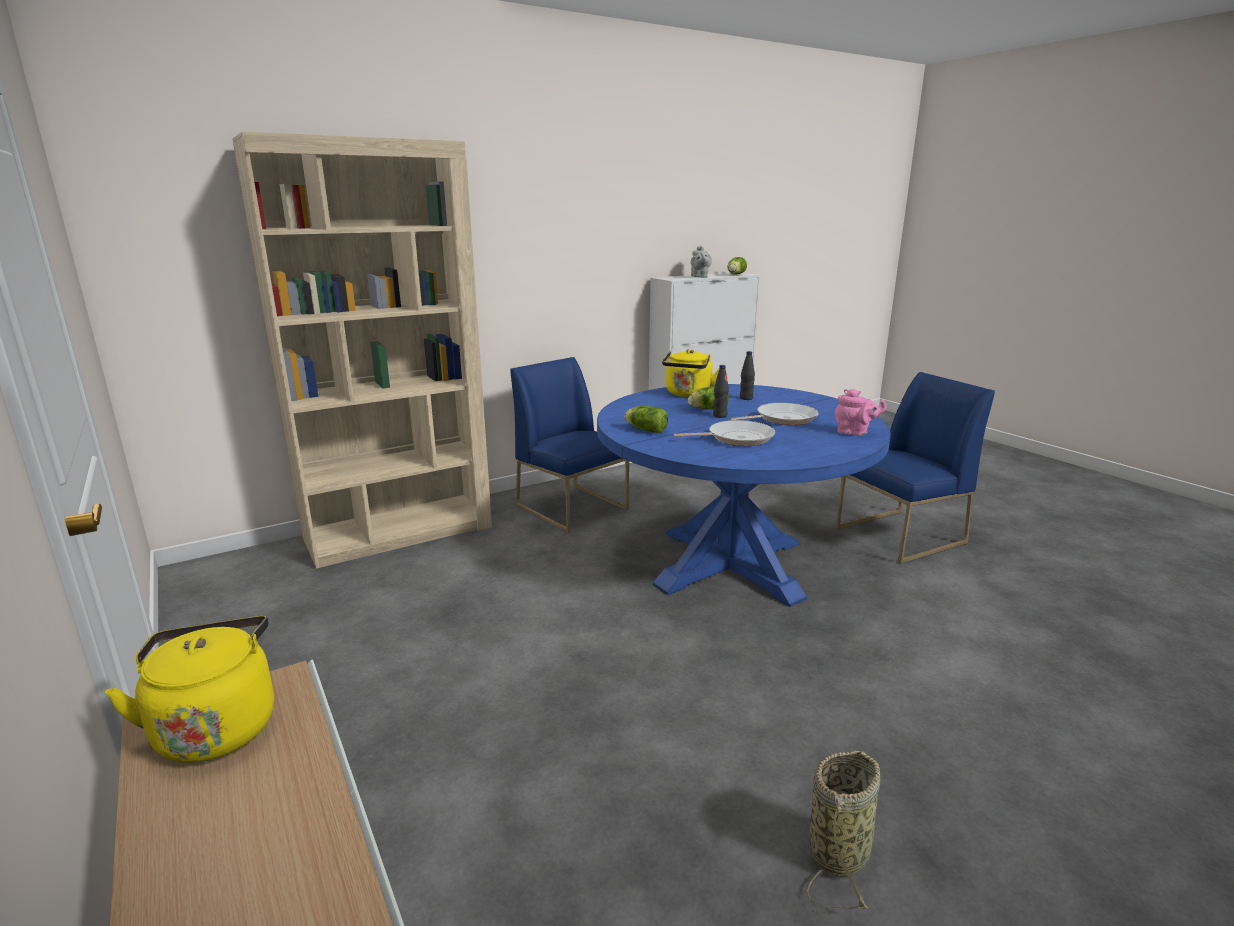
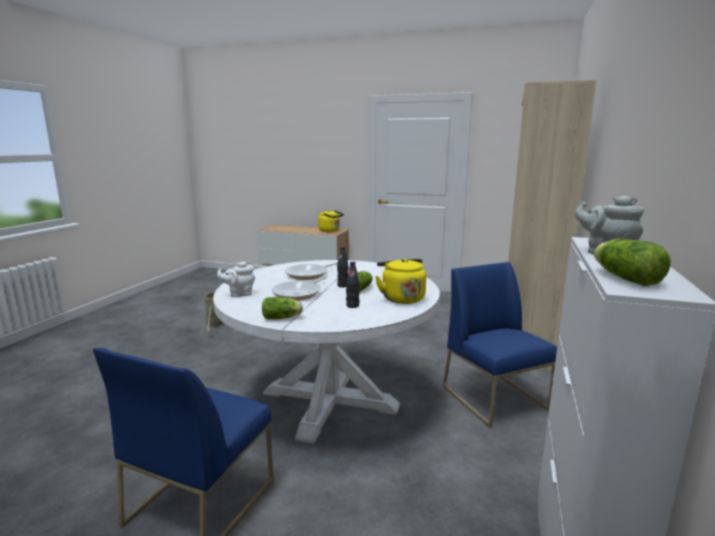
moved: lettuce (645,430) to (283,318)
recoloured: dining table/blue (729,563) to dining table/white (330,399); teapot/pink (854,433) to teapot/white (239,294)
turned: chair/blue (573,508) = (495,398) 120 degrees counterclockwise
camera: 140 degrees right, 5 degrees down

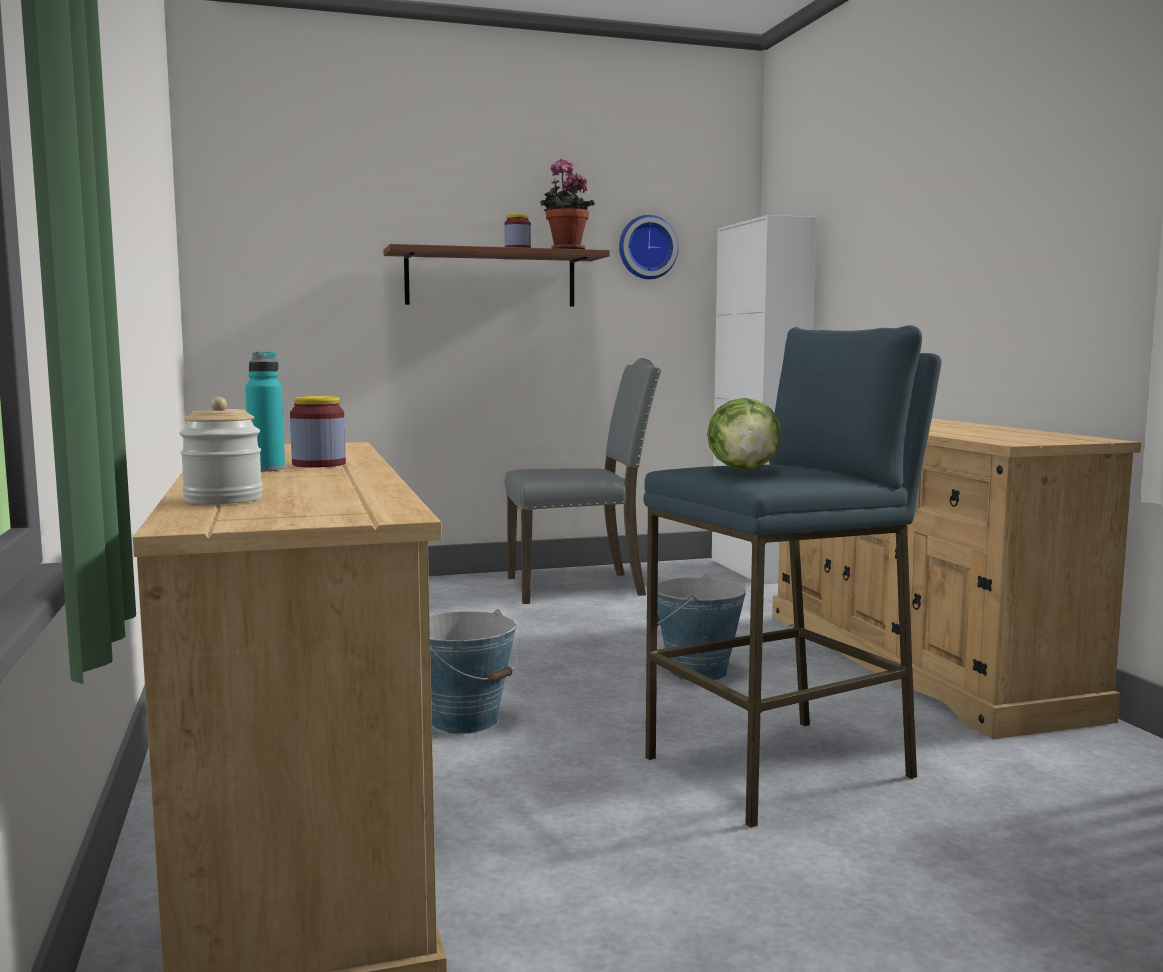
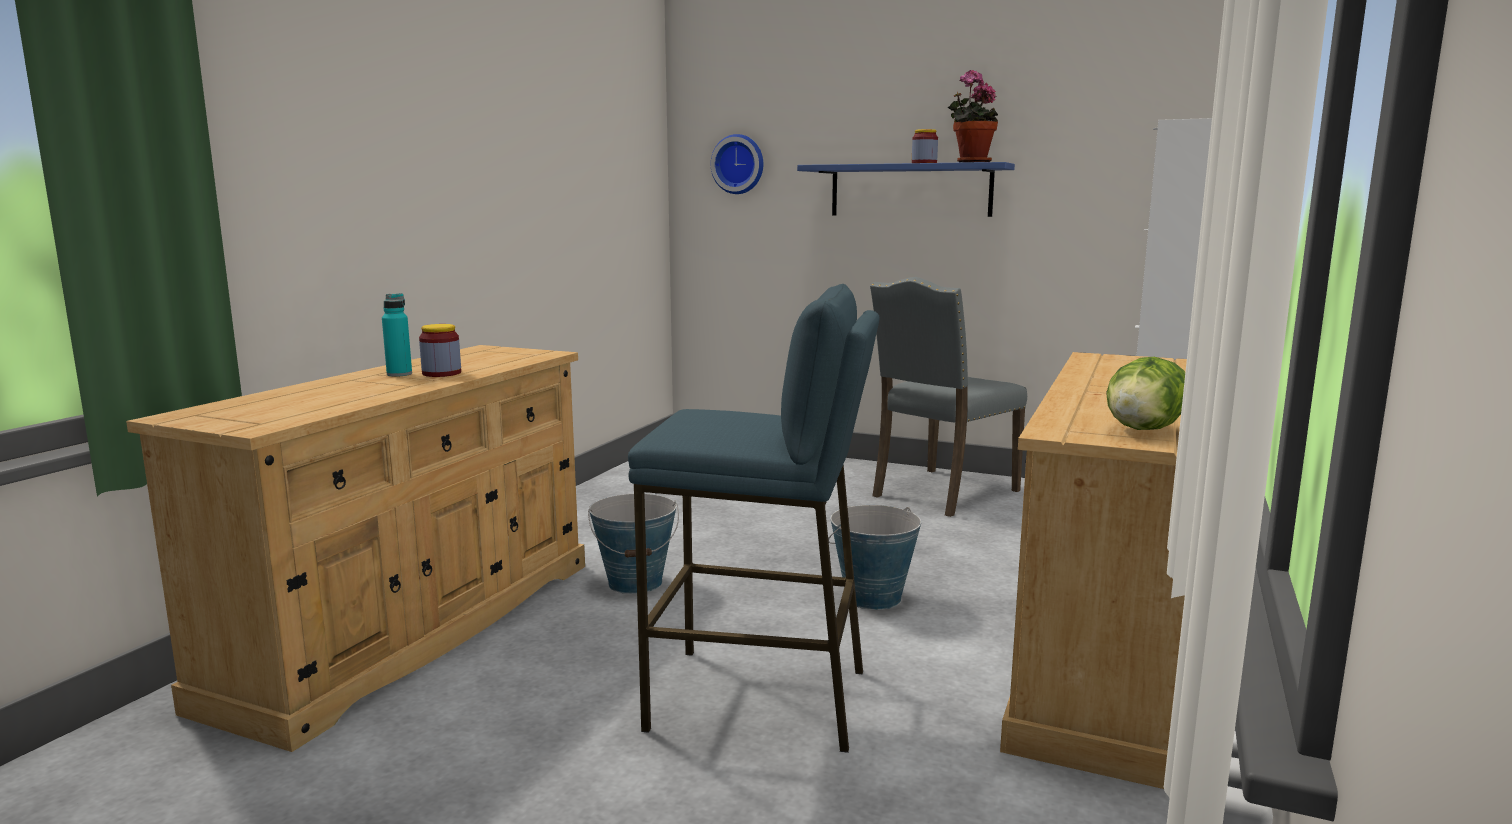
removed: jar (223,499)
moved: wall clock (646,247) to (739,164); lettuce (744,470) to (1143,429)
recoloured: shelf/brown (491,279) to shelf/blue (910,190)
turned: chair/grey (579,587) = (941,493) 105 degrees clockwise
camera: 40 degrees right, 5 degrees up

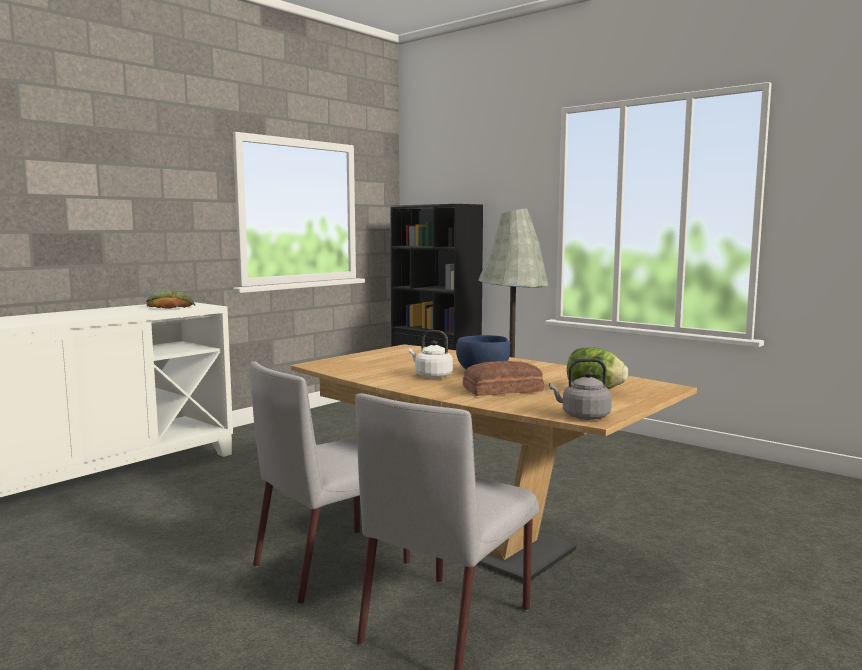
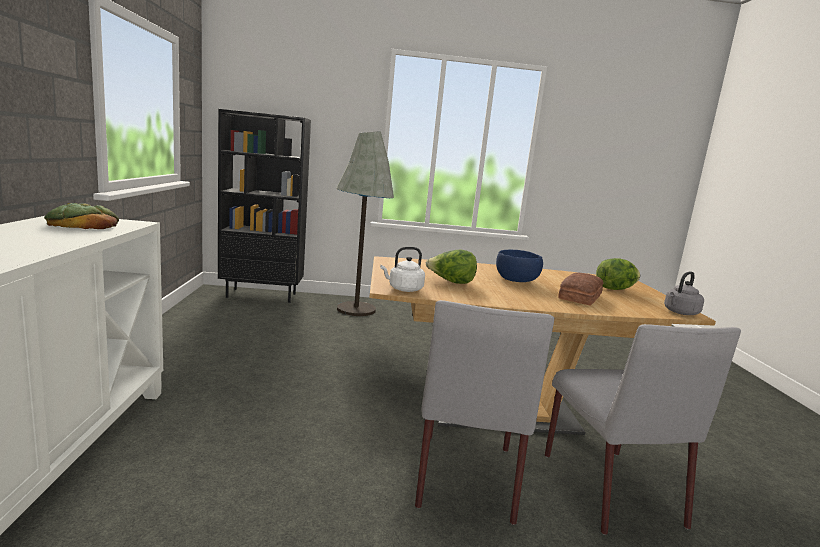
added: lettuce (451,282)
moved: kettle/white (431,376) to (403,289)
camera: 45 degrees left, 5 degrees up

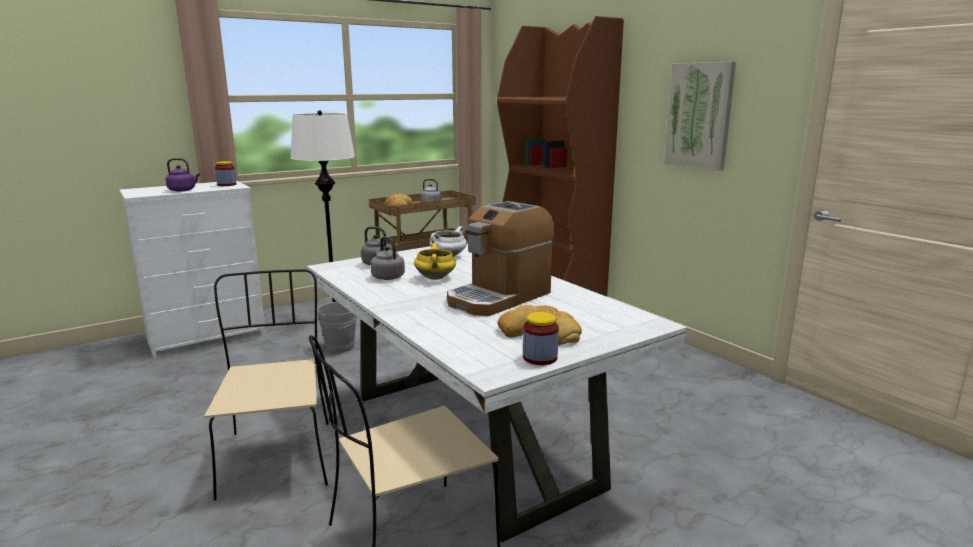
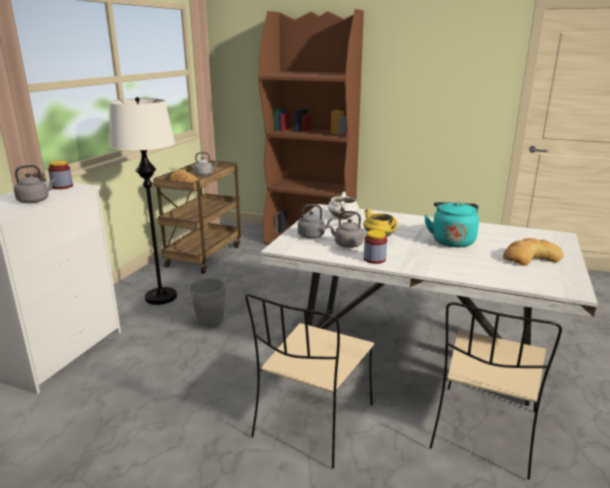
removed: picture (699,115)
moved: jar (540,358) to (374,259)
replaced: coffee machine (499,297) to kettle/turquoise (452,241)
recoloured: kettle/purple (183,190) to kettle/grey (35,200)
turned: chair/beige (277,456) = (312,422) 105 degrees counterclockwise
camera: 35 degrees left, 5 degrees up

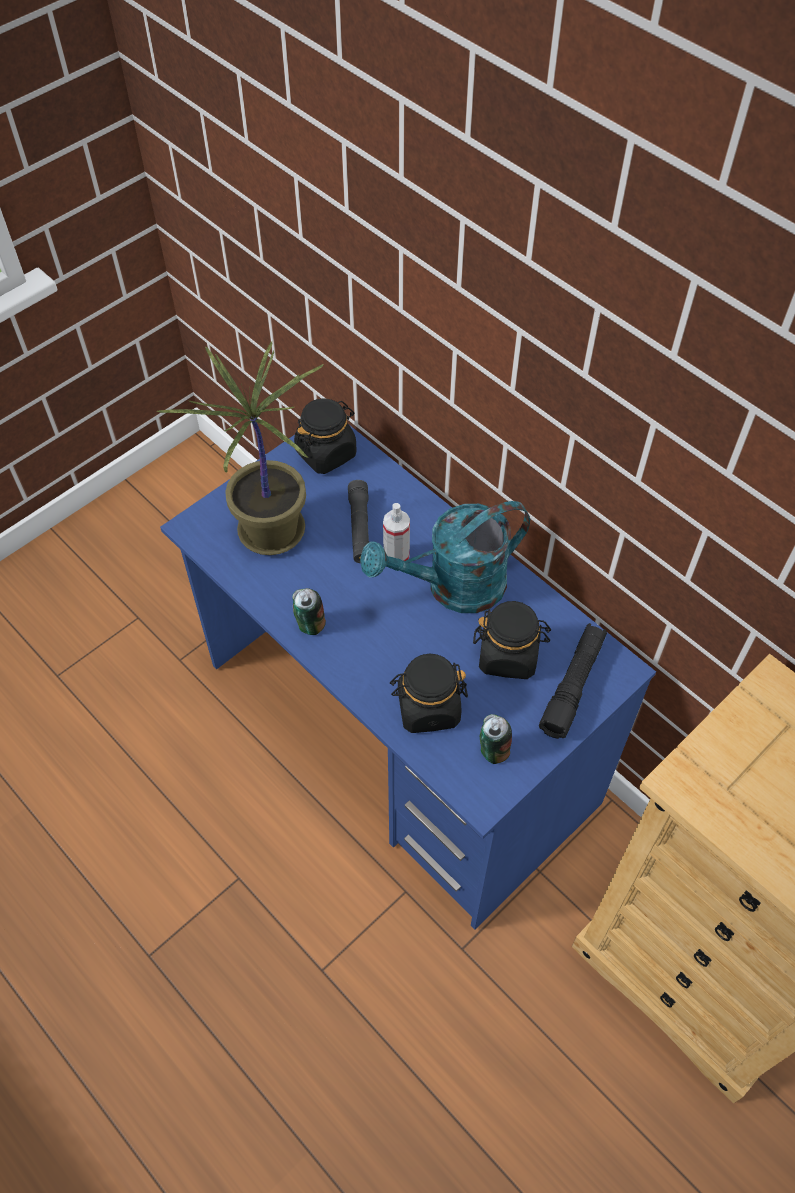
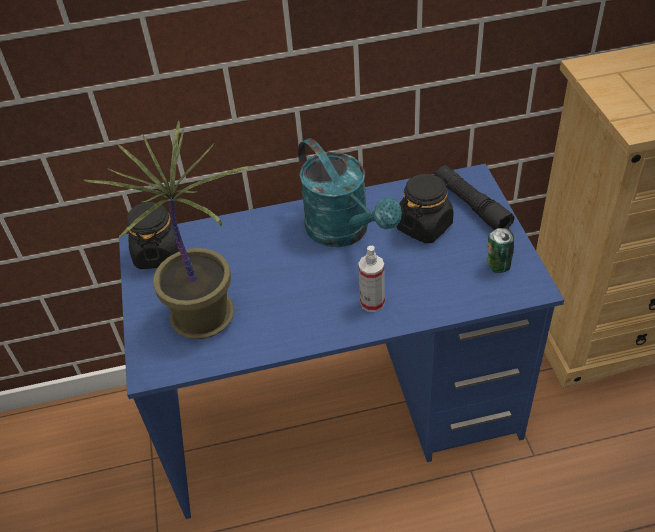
removed: can (309,625); flashlight/black (360,528); jar/black (428,708)
moved: spray bottle (396,557) to (372,302)
turned: watering can/turquoise (453,588) = (345,232) 45 degrees counterclockwise
camera: 55 degrees left, 10 degrees down

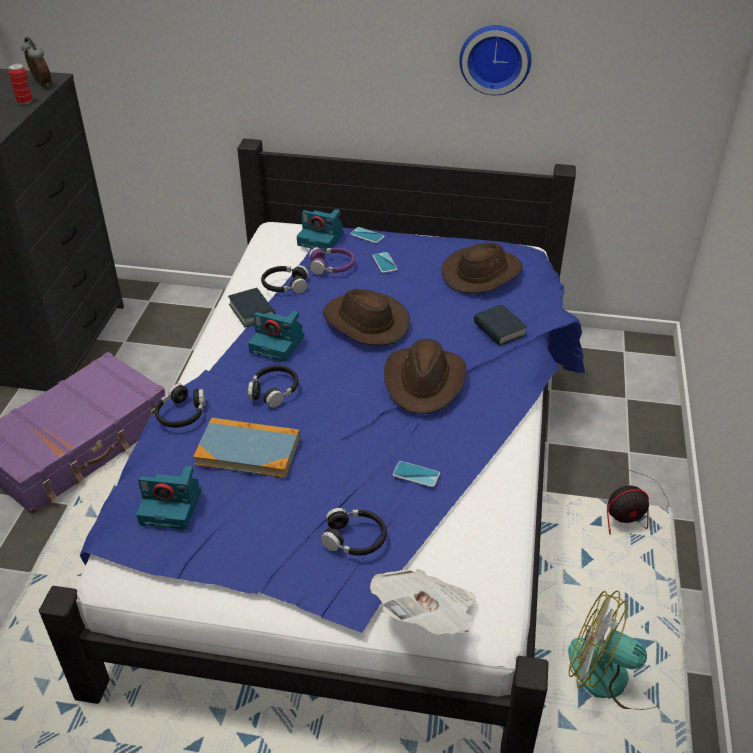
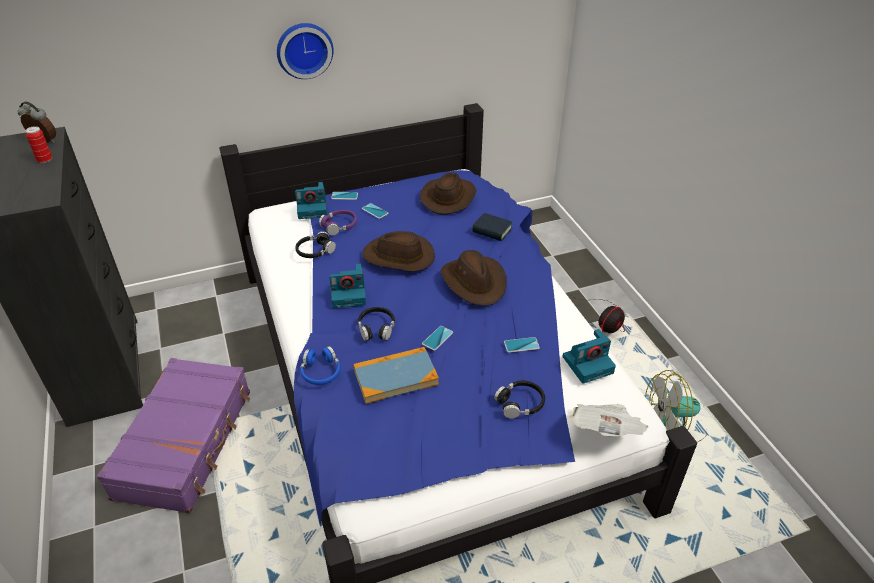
removed: book (252,311)
added: phone (437,338)
moved: photo camera (172,506) to (588,364); wall clock (495,58) to (304,49)
recoloured: headphones/black (181,414) to headphones/blue (321,371)
camera: 30 degrees left, 0 degrees up

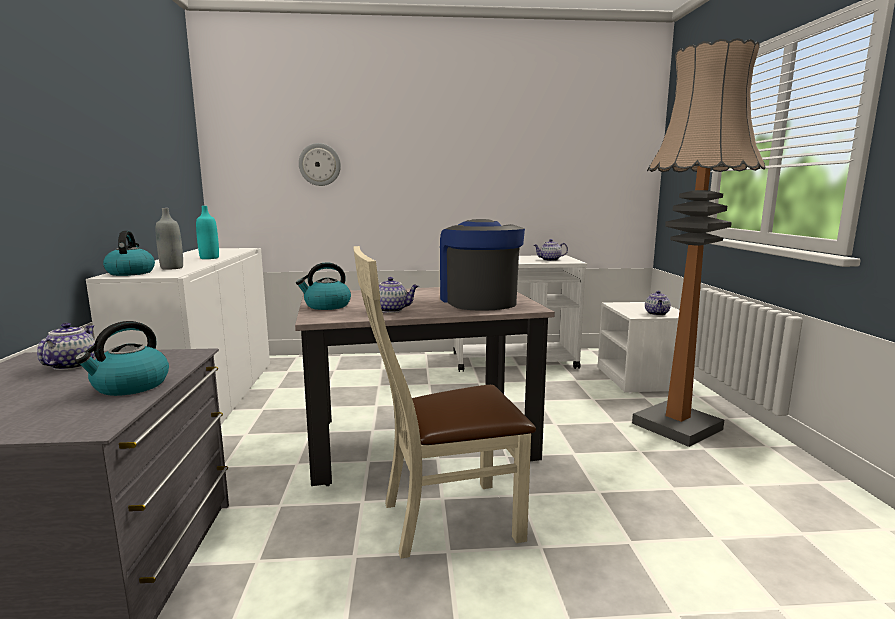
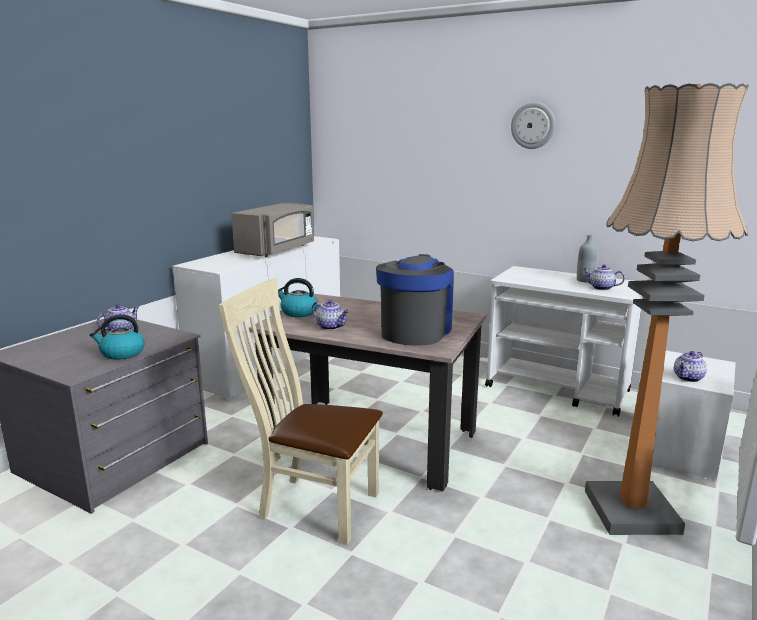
removed: kettle (131,273)
moved: bottle/grey (172,268) to (584,280); wall clock (320,164) to (533,125)
replaced: bottle/turquoise (209,258) to microwave/grey (277,250)
camera: 35 degrees right, 5 degrees up

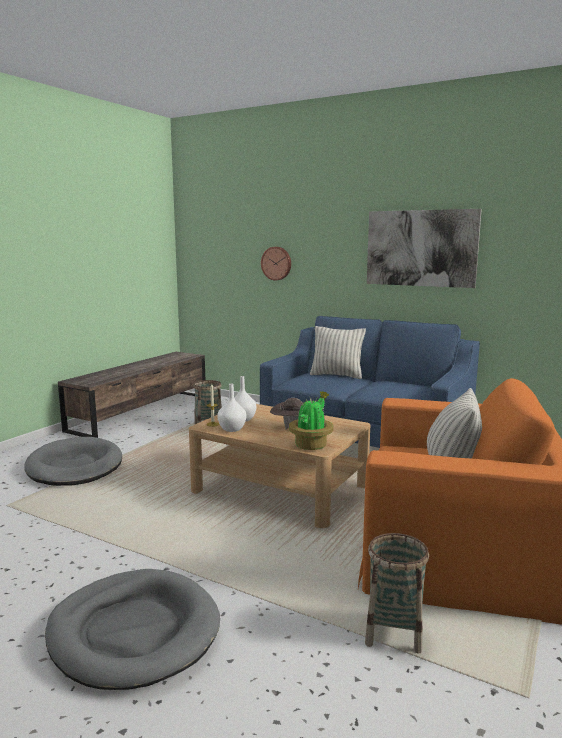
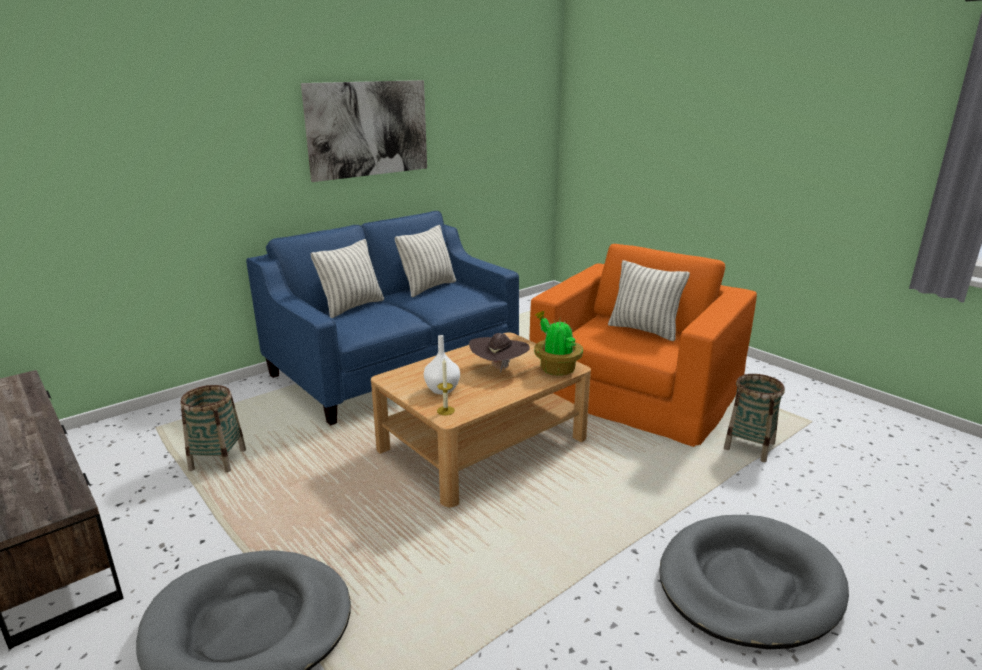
removed: vase/white (232,429); wall clock (276,263)
added: pillow (428,287)
camera: 70 degrees left, 10 degrees up

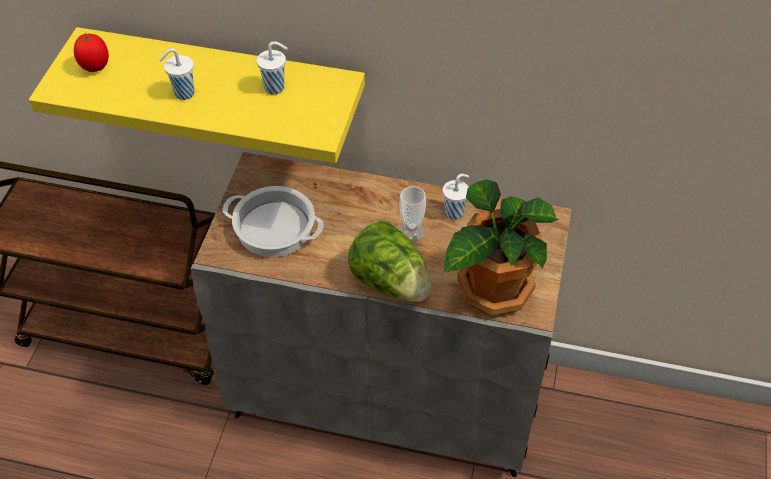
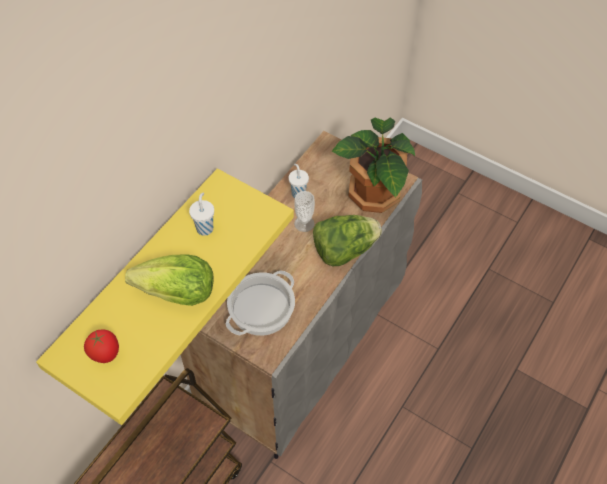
replaced: cup/white (183,94) to lettuce (178,293)
camera: 70 degrees left, 5 degrees up

